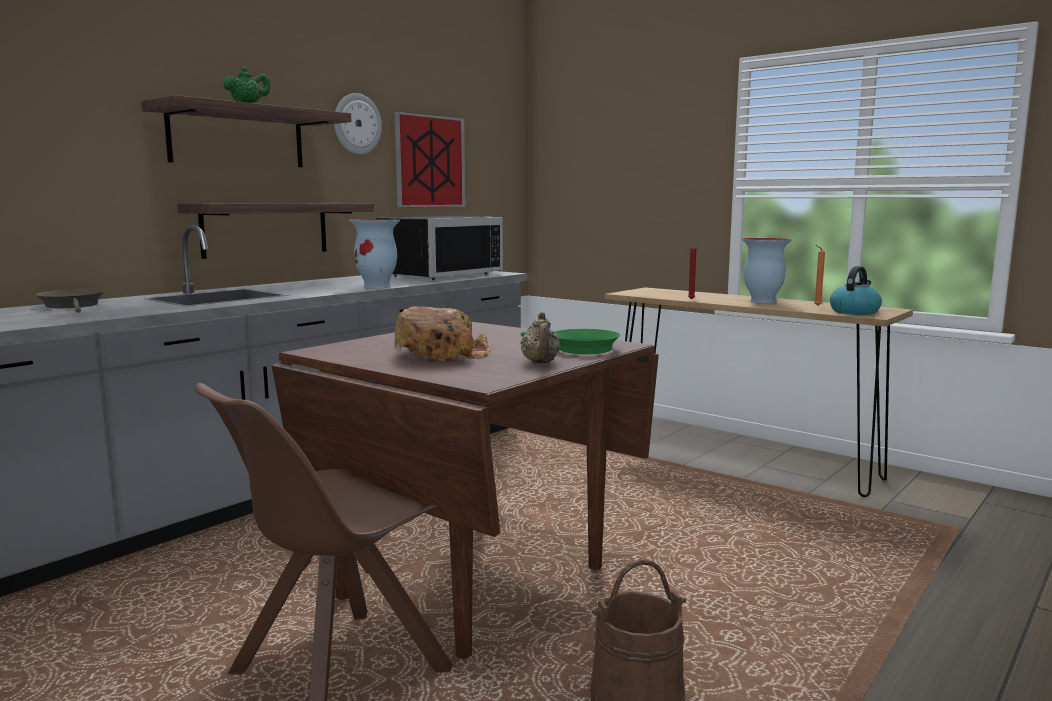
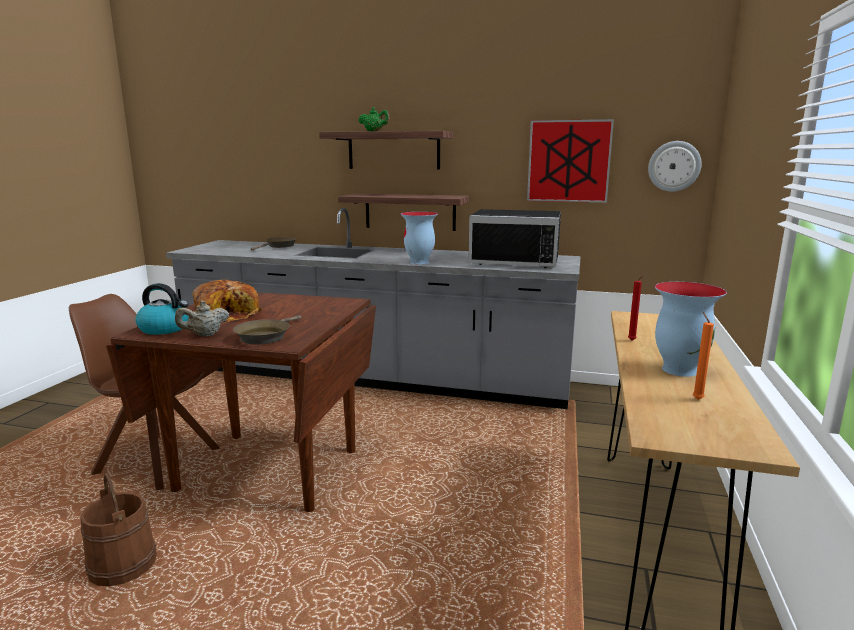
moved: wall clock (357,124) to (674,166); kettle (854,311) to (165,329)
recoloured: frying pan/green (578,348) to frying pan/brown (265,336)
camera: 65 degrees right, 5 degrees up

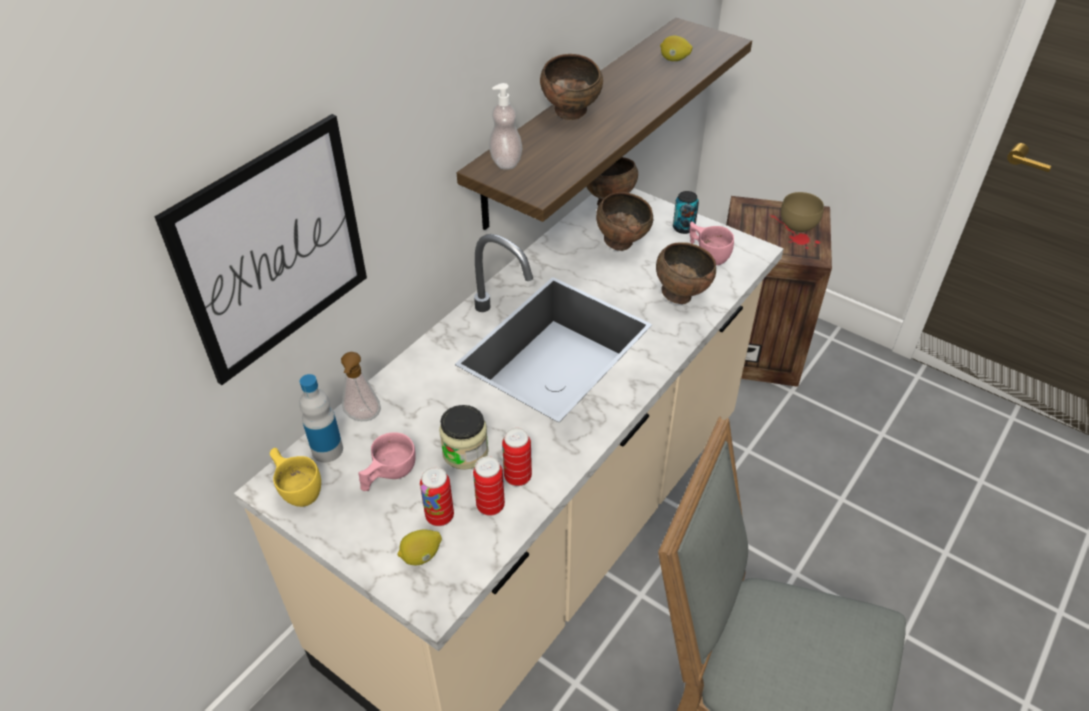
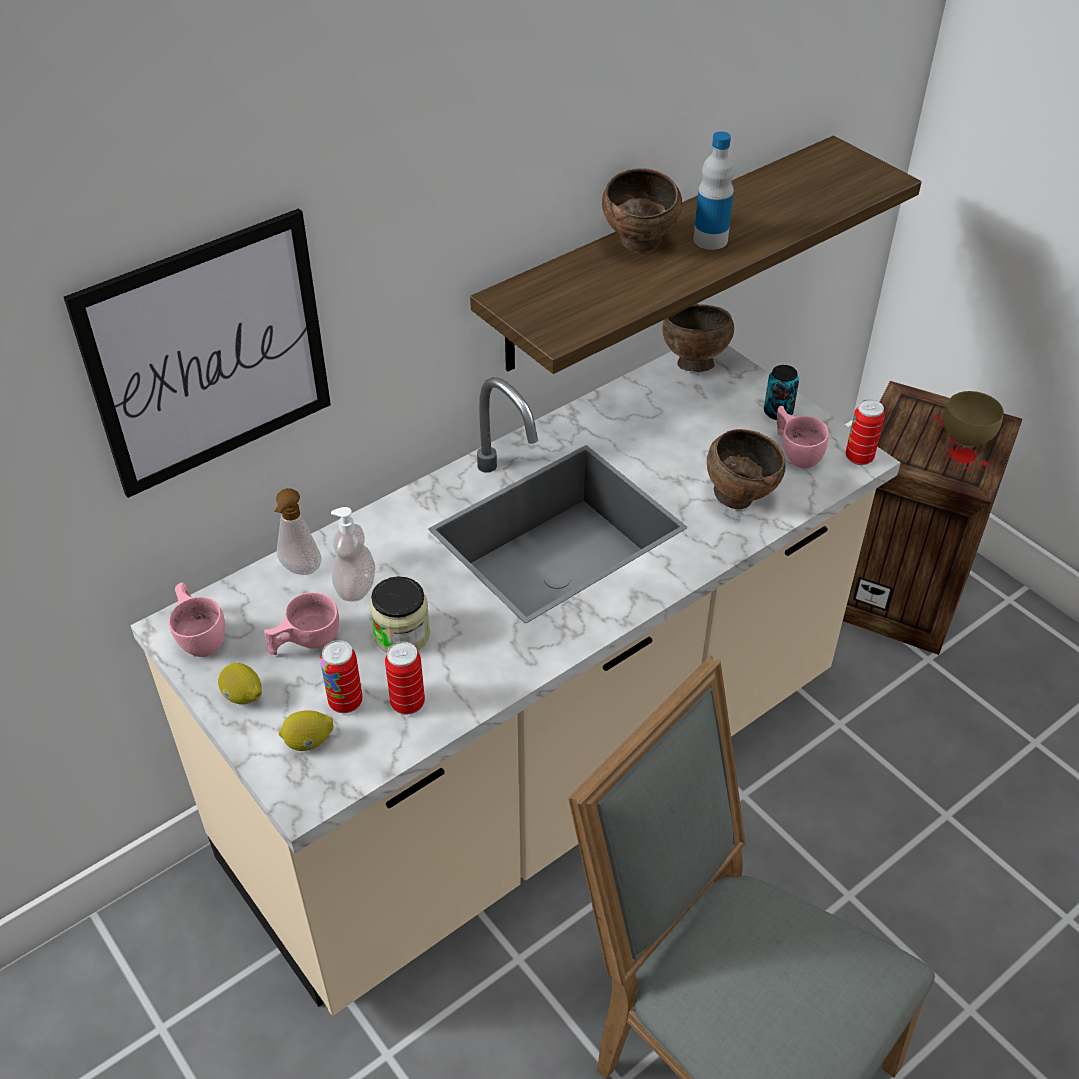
removed: bowl/brown (622,243)
moved: bottle (327,450) to (710,240); soap dispenser (506,162) to (355,587); can (518,477) to (859,458); lemon (674,60) to (243,696)
recoloured: cup/yellow (298,488) to cup/pink (201,635)
camera: 15 degrees right, 0 degrees up

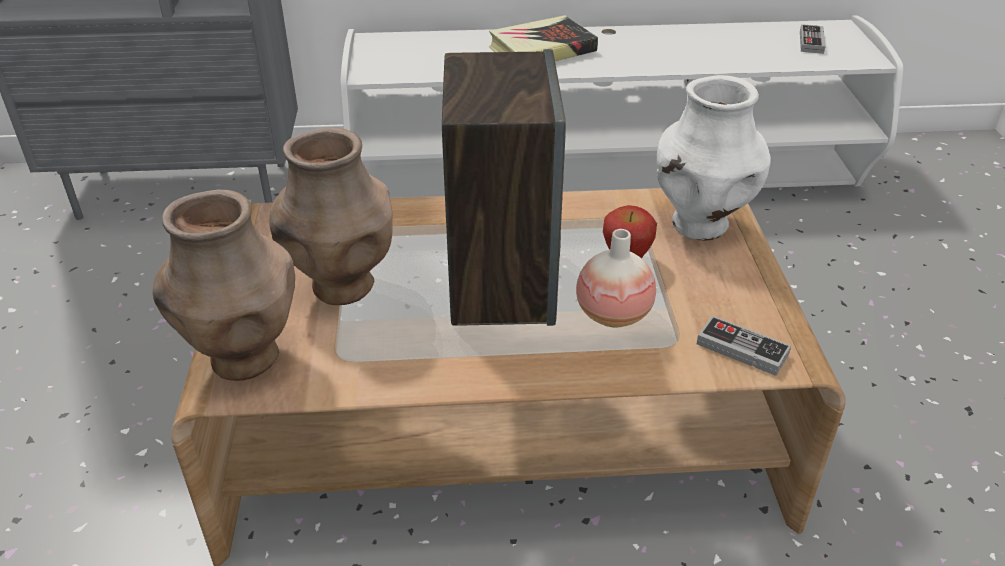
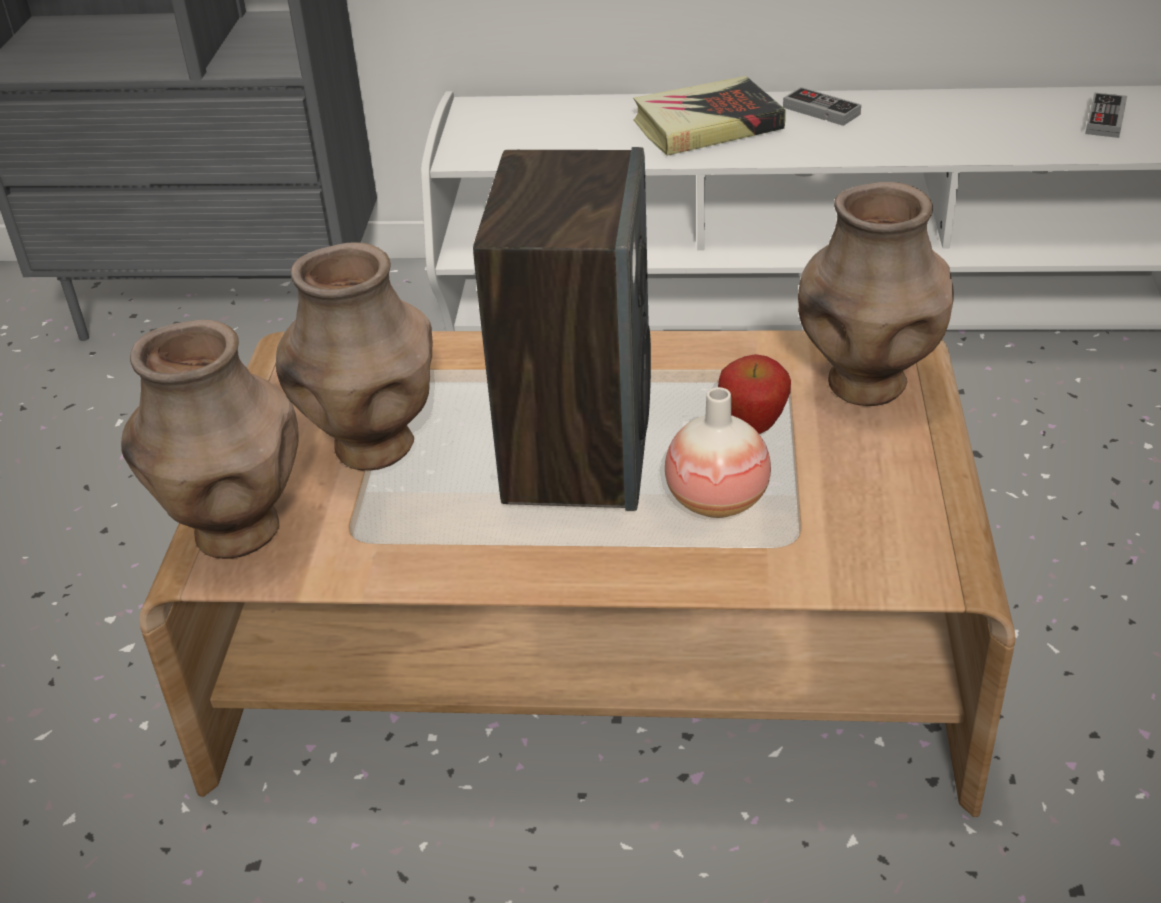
moved: game controller (742,349) to (821,111)
recoloured: vase/white (699,225) to vase/brown (866,385)
camera: 10 degrees right, 0 degrees up

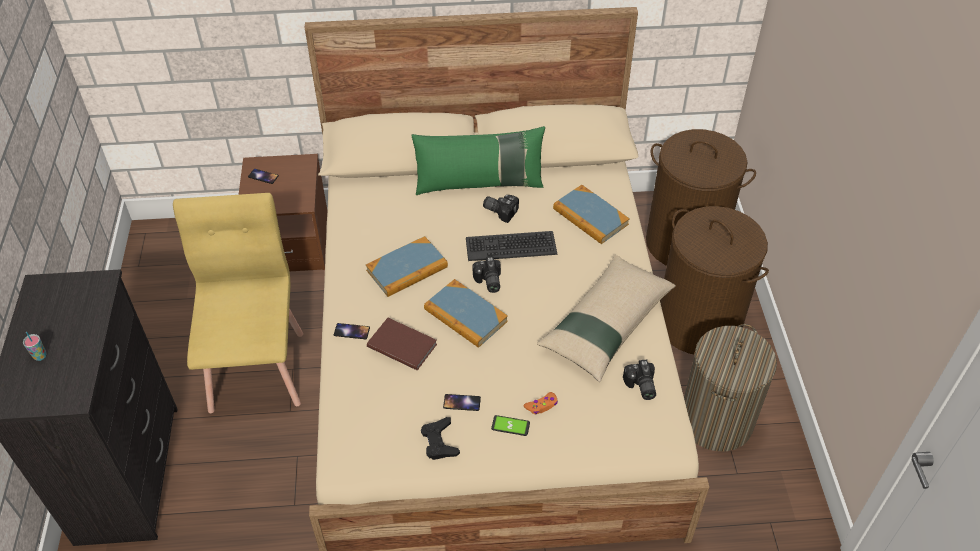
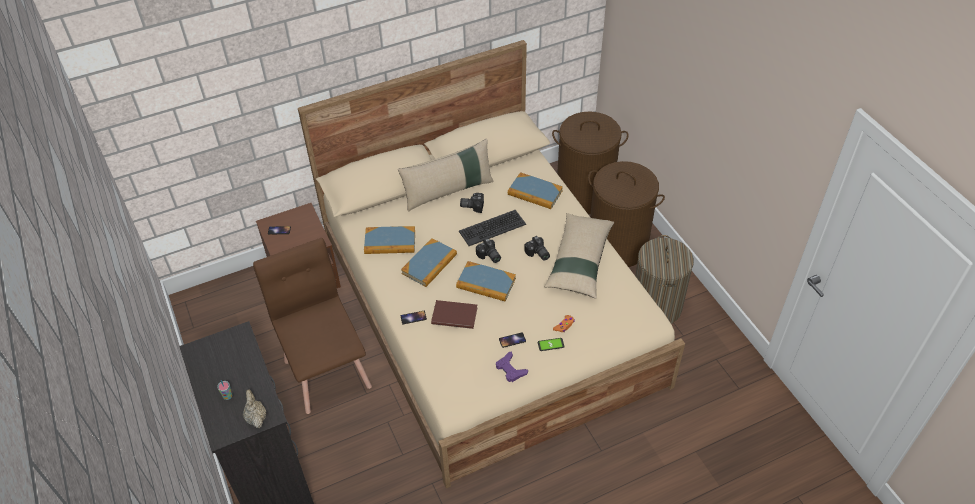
added: teapot/beige (256,417); book (390,242)
moved: photo camera (640,386) to (537,254)
recoloured: chair/yellow (258,370) to chair/brown (327,372); pillow/green (480,184) to pillow/beige (448,191); game controller/black (439,442) to game controller/purple (510,369)
camera: 20 degrees left, 0 degrees up

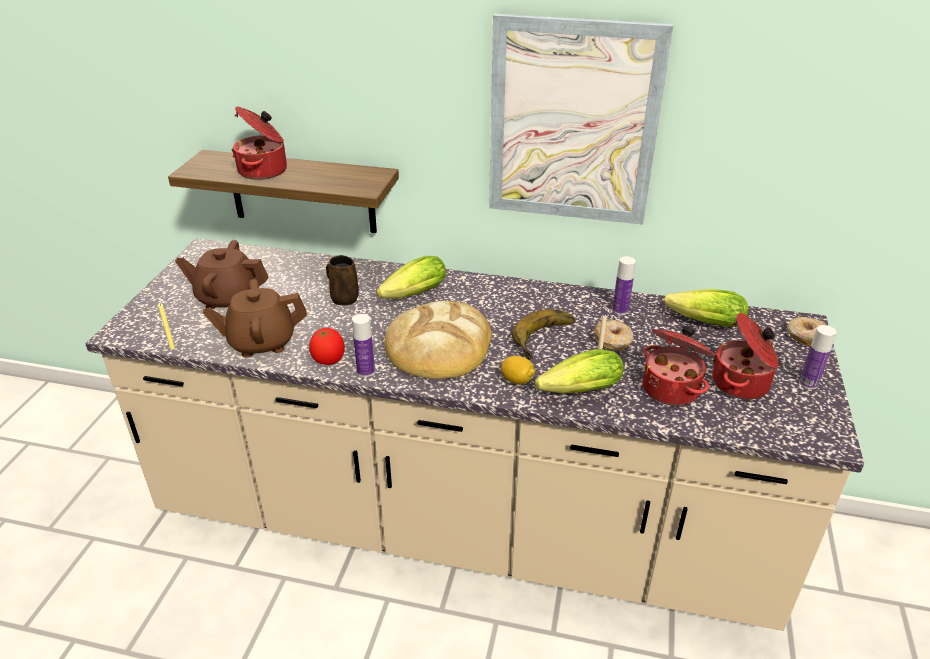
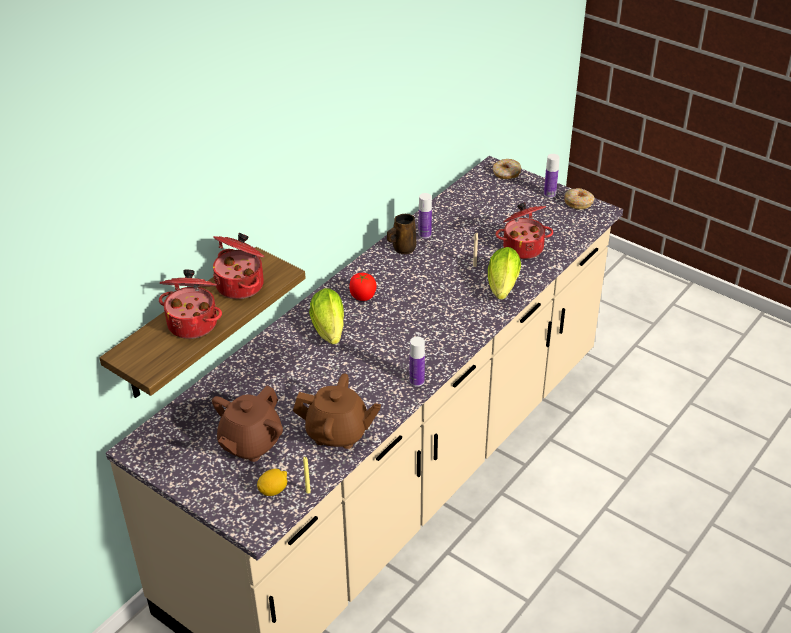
removed: bread (439,346); picture (573,123); banana (547,339); lettuce (701,322)
moved: tomato (328,360) to (362,297); mug/brown (343,298) to (403,248); lemon (517,380) to (273,490); donut (613,341) to (578,203); cooking pot (742,383) to (241,285)
turned: teapot/brown (261,342) = (337,433) 90 degrees counterclockwise
camera: 65 degrees left, 5 degrees up

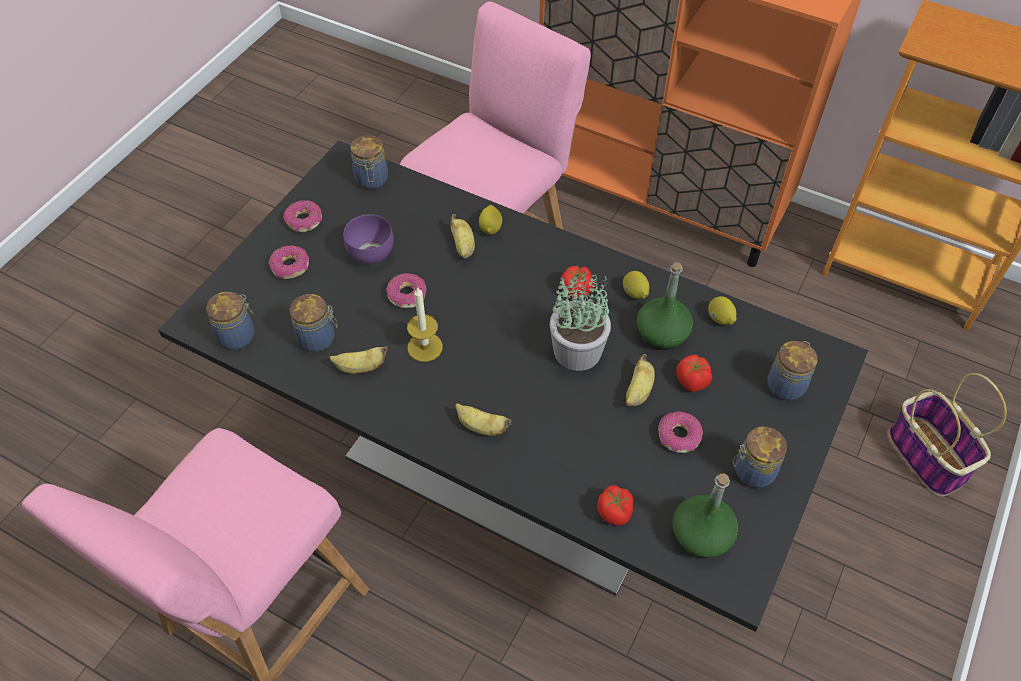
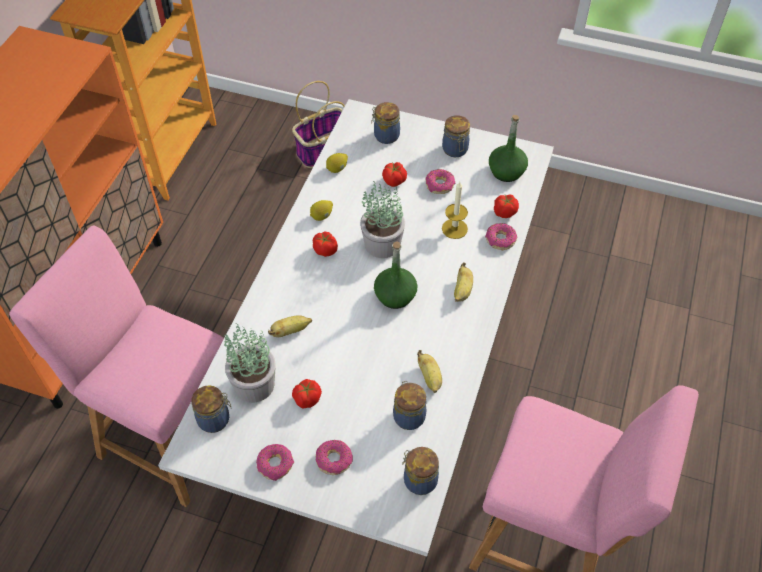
removed: lemon (490,228); banana (638,391)
added: potted plant (253,384)
moved: donut (407,295) to (500,240); candle (425,347) to (454,228); bottle/green (661,334) to (395,296)
replaced: bowl/purple (370,252) to tomato (307,399)
recoloured: dining table/black (510,467) to dining table/white (381,387)
camera: 100 degrees left, 0 degrees up

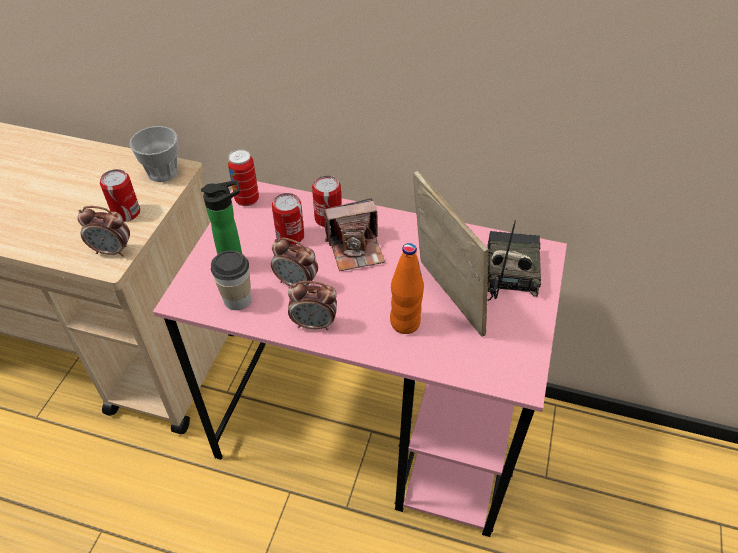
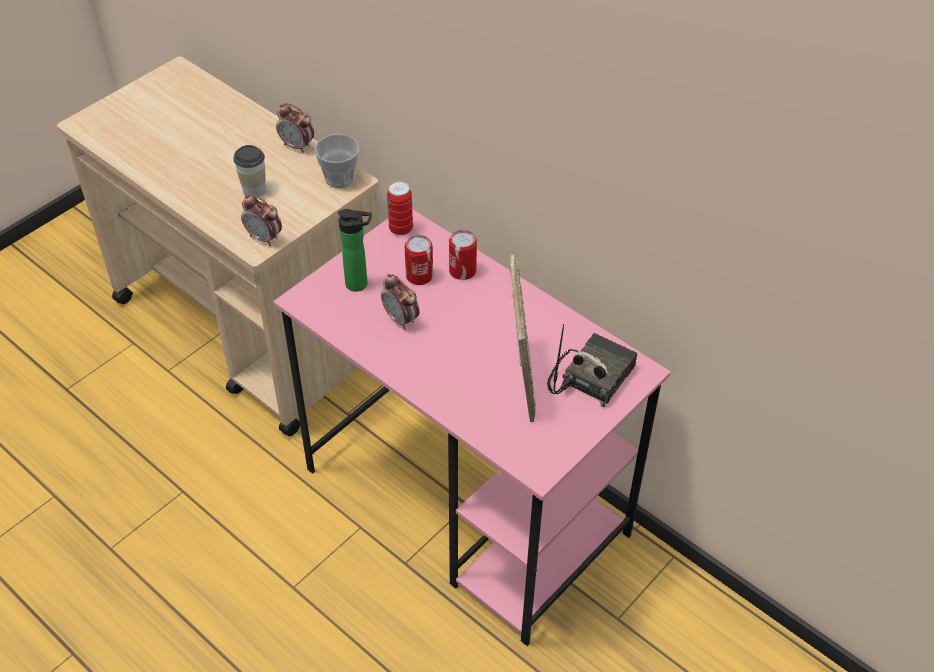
removed: can (126,213); photo camera (355,249); bottle/orange (405,323)
moved: cup (237,299) to (254,190); alarm clock (314,324) to (297,146)
camera: 25 degrees right, 0 degrees up

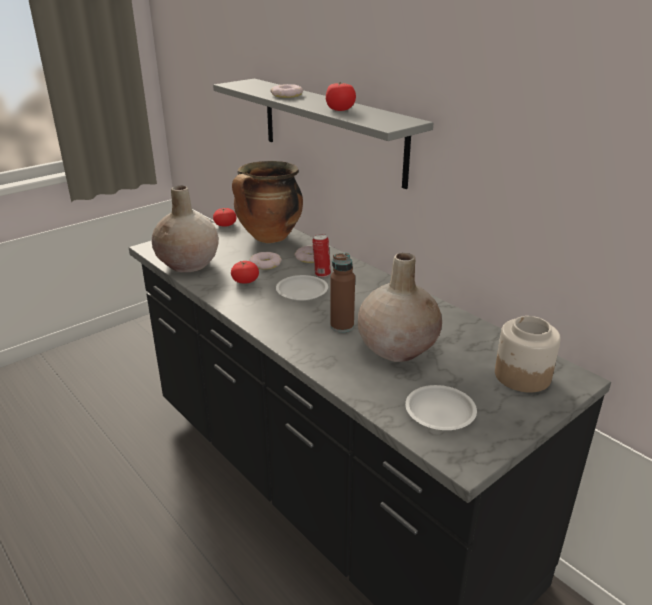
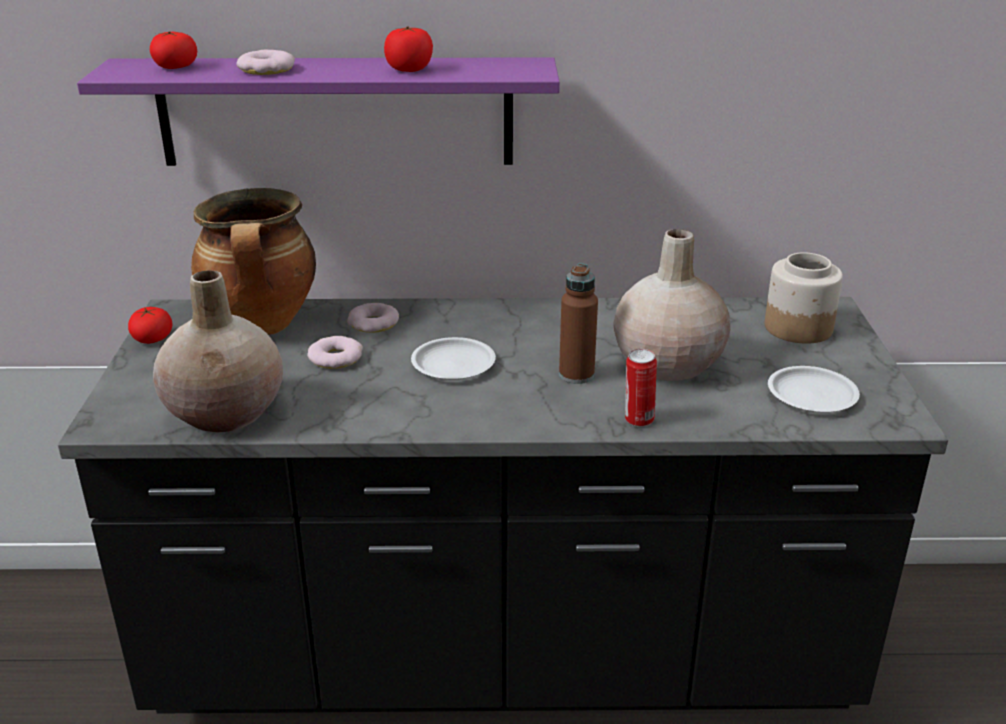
moved: tomato (245,281) to (175,67); can (321,274) to (638,420)
recoloured: shelf/grey (331,130) to shelf/purple (336,112)
camera: 50 degrees left, 0 degrees up

